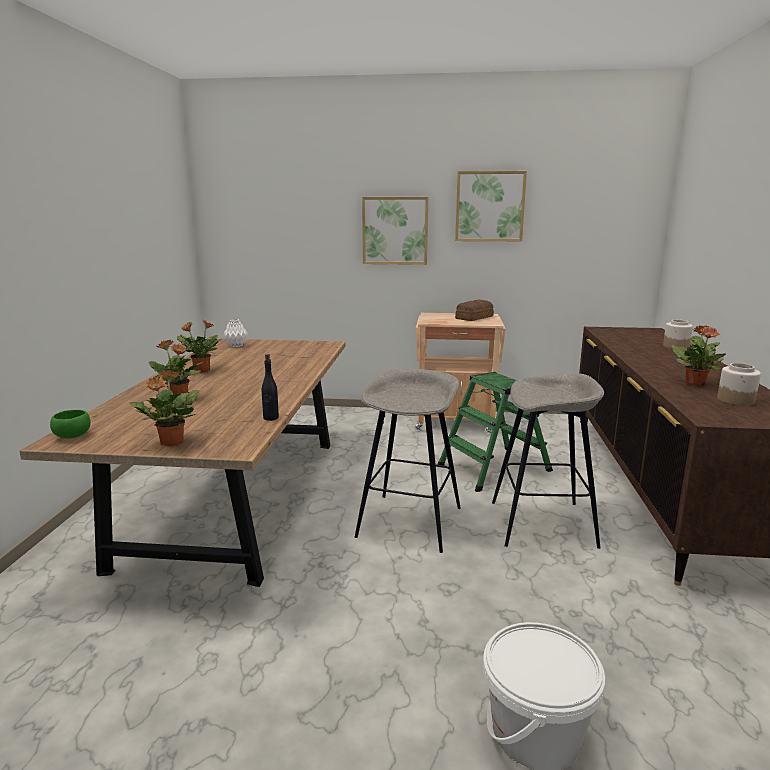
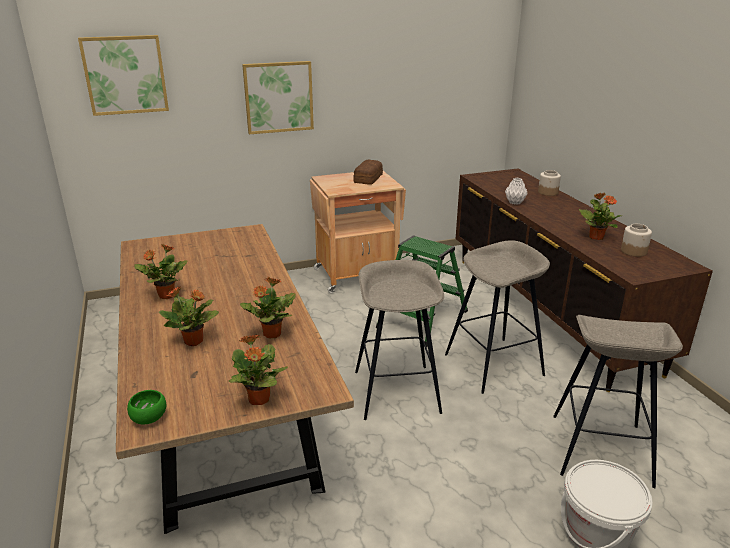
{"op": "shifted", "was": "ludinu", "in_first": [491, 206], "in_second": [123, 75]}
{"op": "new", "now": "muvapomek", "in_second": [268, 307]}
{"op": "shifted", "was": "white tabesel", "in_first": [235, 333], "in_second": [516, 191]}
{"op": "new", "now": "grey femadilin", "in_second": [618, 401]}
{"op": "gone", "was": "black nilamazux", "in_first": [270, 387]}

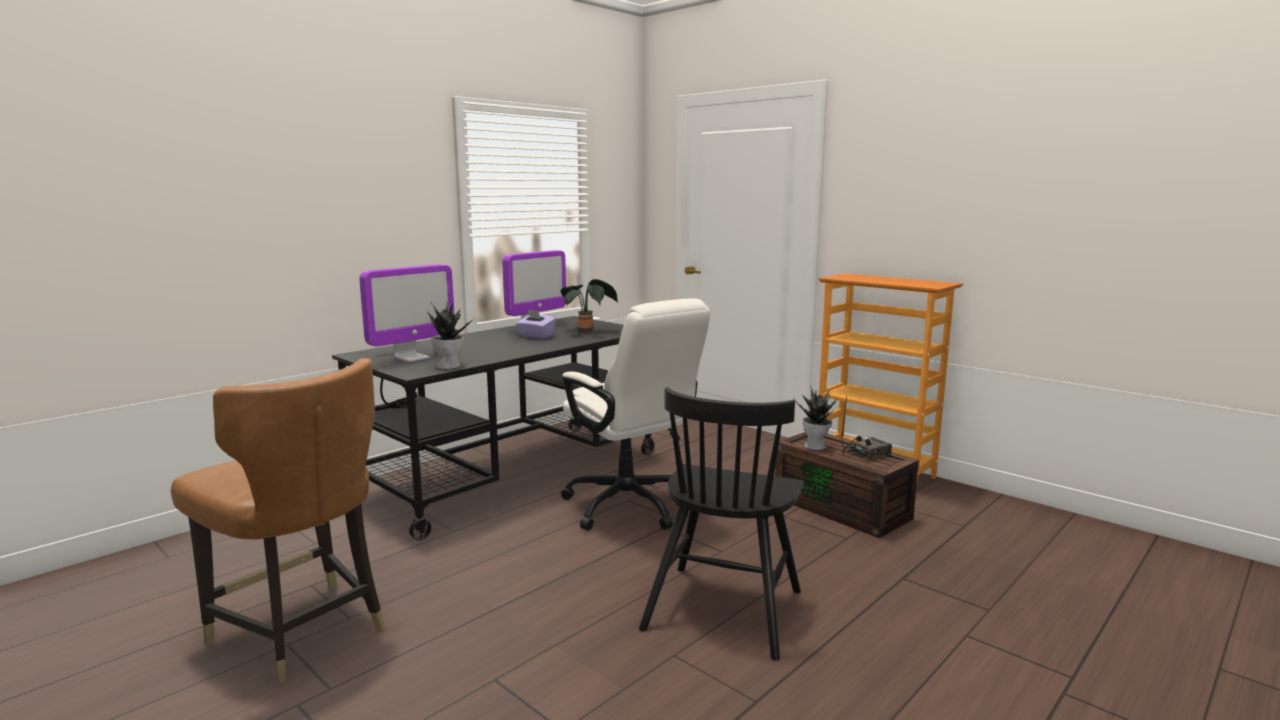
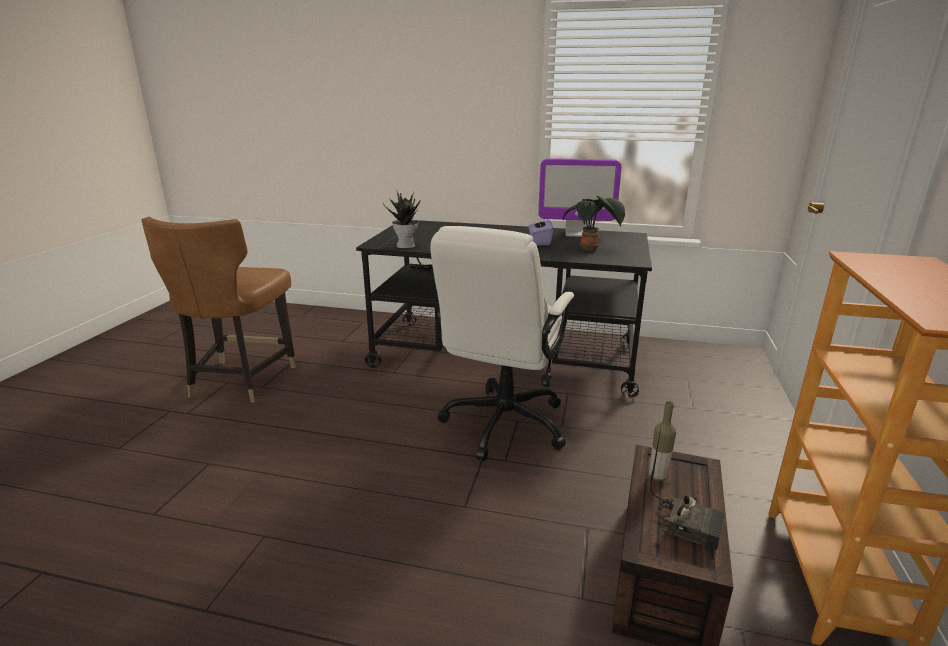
{"op": "swapped", "was": "muvapomek", "now": "nilamazux", "in_first": [816, 417], "in_second": [662, 441]}
{"op": "gone", "was": "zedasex", "in_first": [407, 313]}
{"op": "gone", "was": "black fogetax", "in_first": [721, 524]}

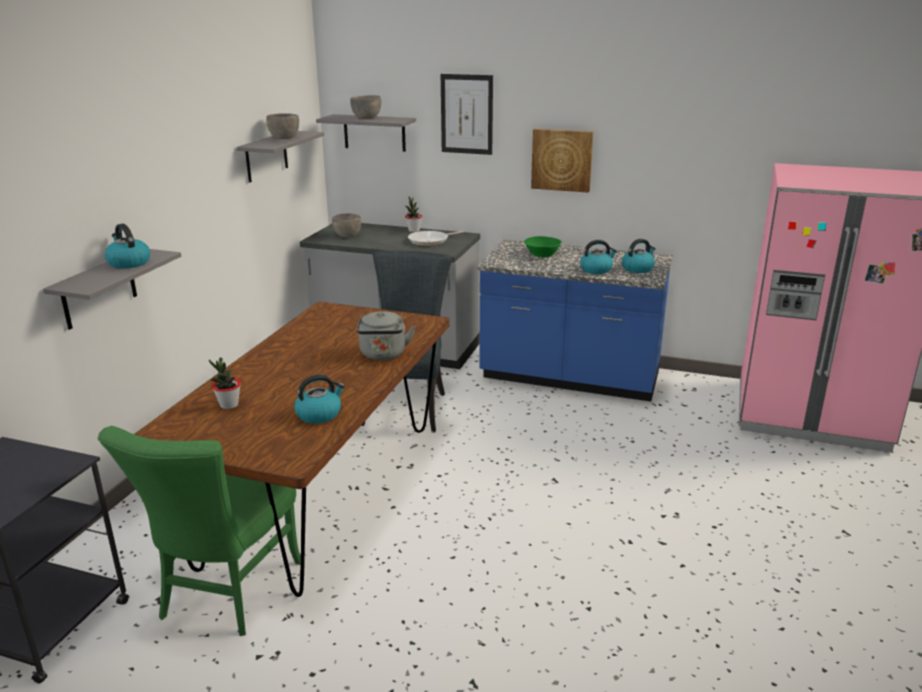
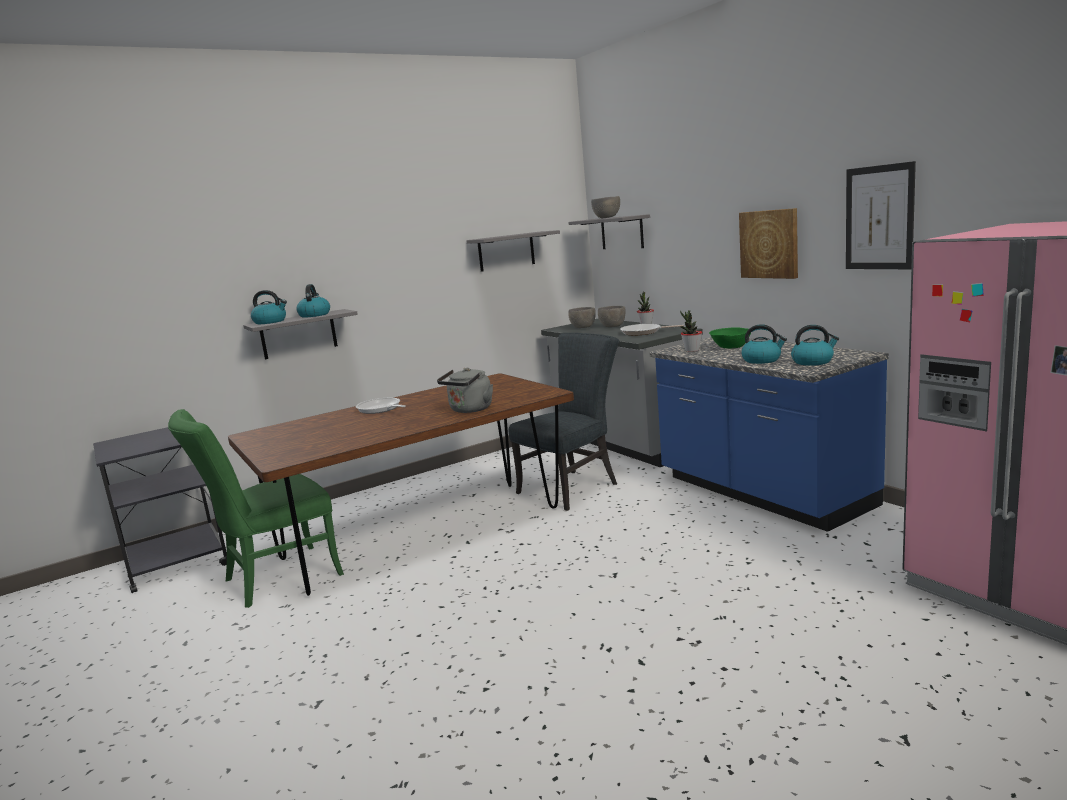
{"op": "shifted", "was": "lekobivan", "in_first": [319, 399], "in_second": [269, 307]}
{"op": "new", "now": "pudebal", "in_second": [381, 406]}
{"op": "shifted", "was": "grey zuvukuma", "in_first": [282, 126], "in_second": [612, 316]}
{"op": "shifted", "was": "muvapomek", "in_first": [225, 383], "in_second": [691, 331]}
{"op": "shifted", "was": "ludinu", "in_first": [467, 114], "in_second": [881, 215]}

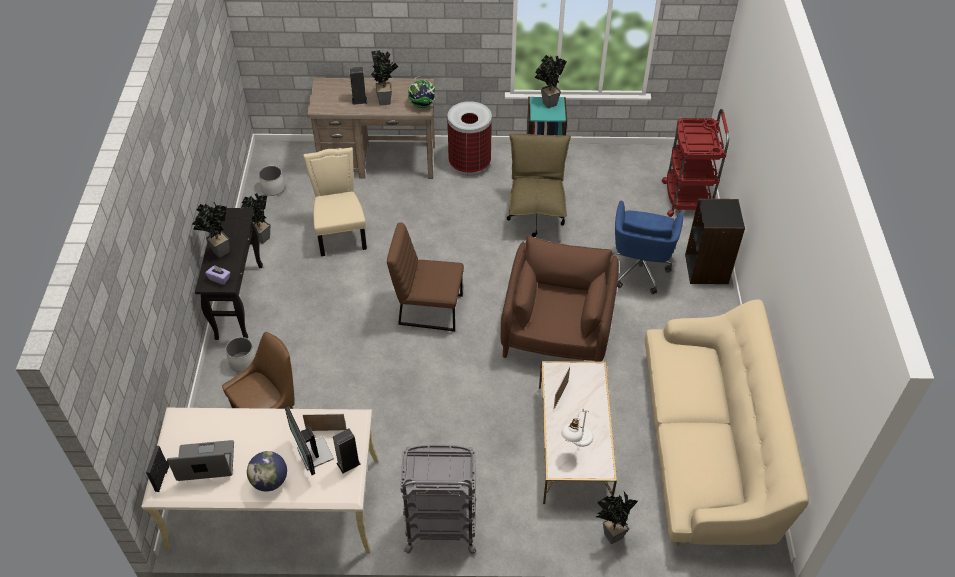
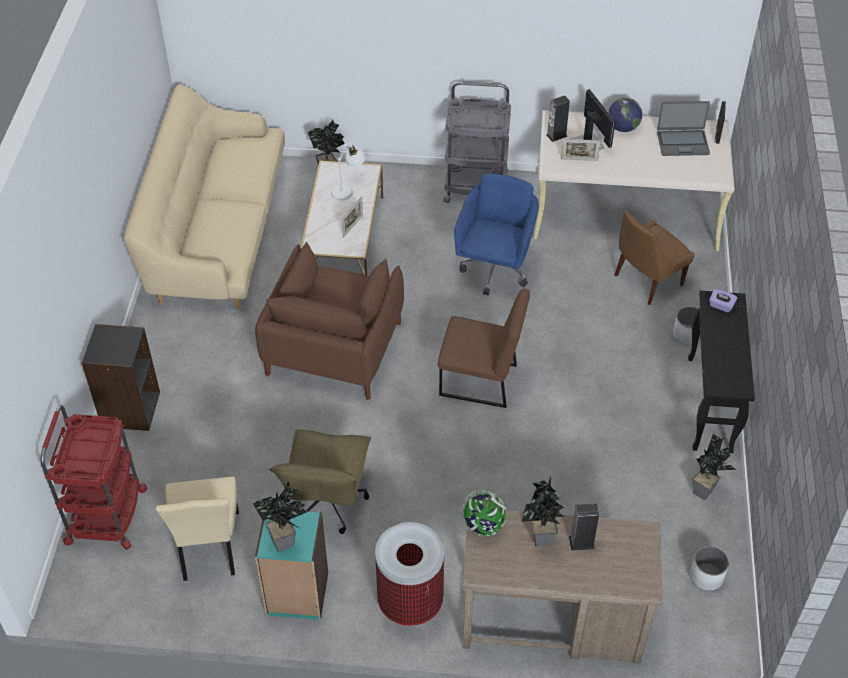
{"op": "shifted", "was": "beige fogetax", "in_first": [335, 202], "in_second": [197, 529]}
{"op": "shifted", "was": "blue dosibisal", "in_first": [648, 247], "in_second": [496, 234]}
{"op": "gone", "was": "muvapomek", "in_first": [211, 230]}

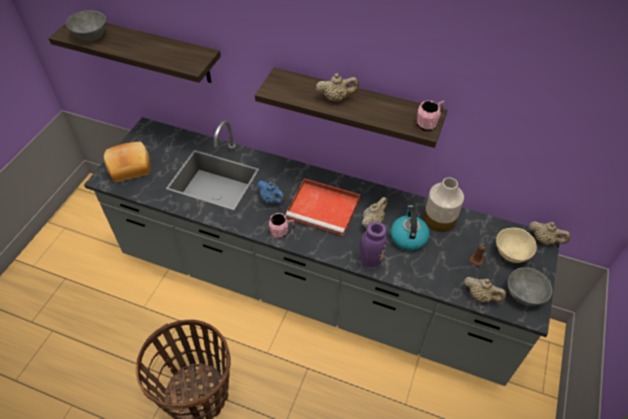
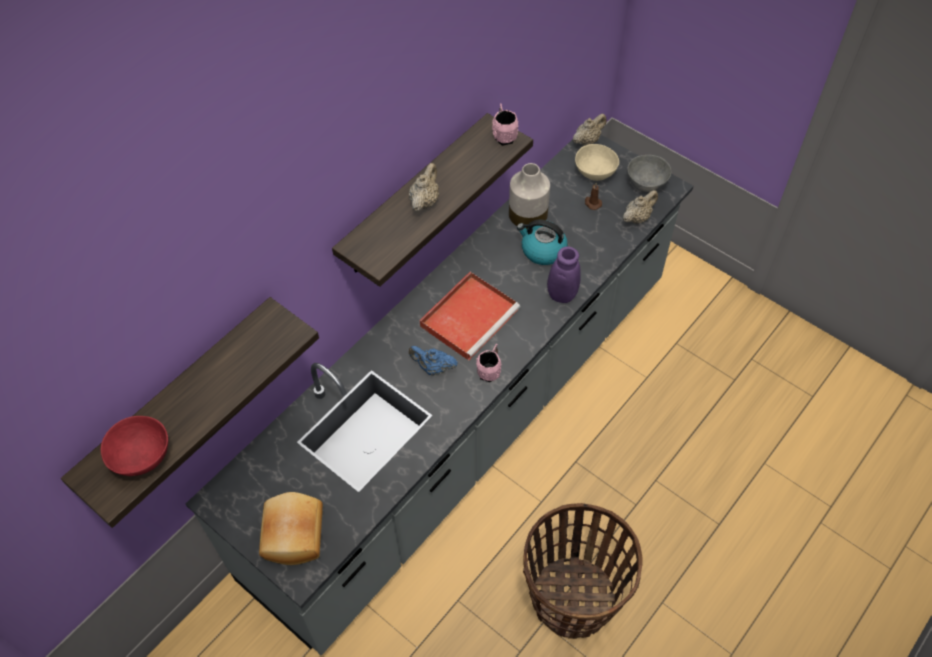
{"op": "repainted", "was": "grey zuvukuma", "now": "red zuvukuma", "in_first": [86, 25], "in_second": [134, 446]}
{"op": "rotated", "was": "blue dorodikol", "in_first": [271, 192], "in_second": [433, 361], "clockwise": -135}
{"op": "gone", "was": "beige dorodikol", "in_first": [374, 212]}

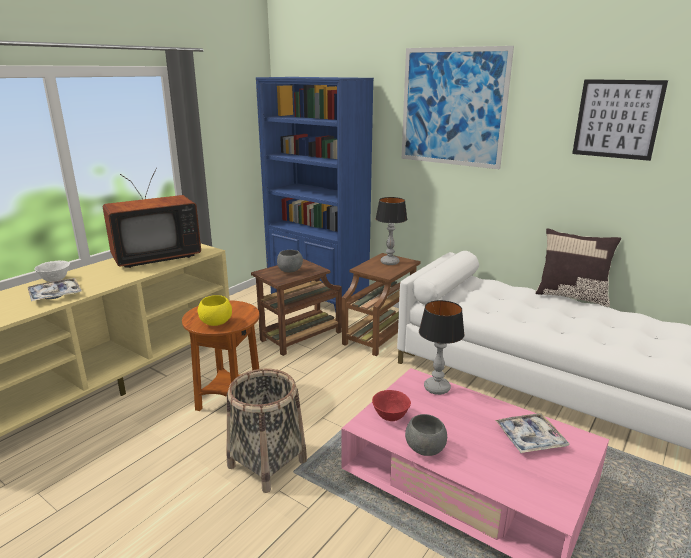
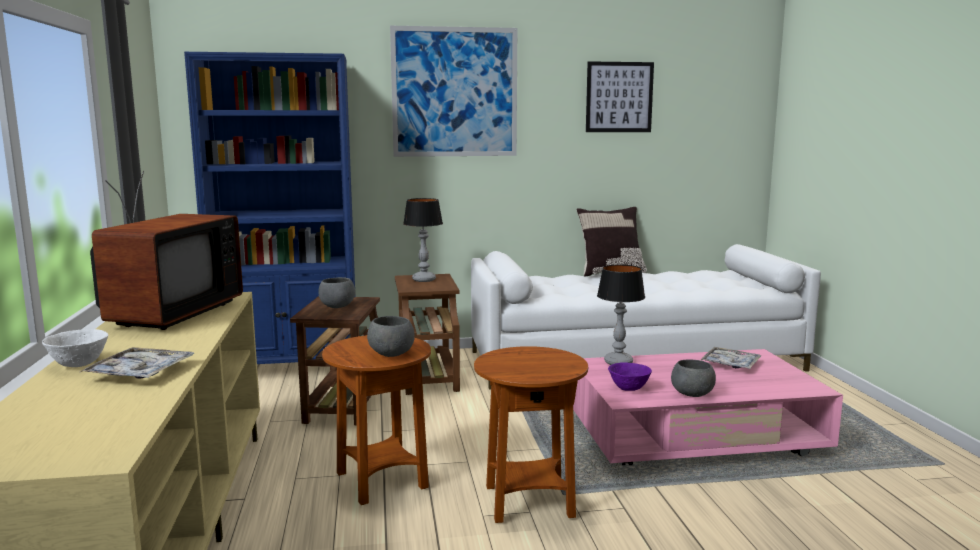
{"op": "repainted", "was": "yellow zuvukuma", "now": "grey zuvukuma", "in_first": [215, 310], "in_second": [391, 336]}
{"op": "swapped", "was": "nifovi", "now": "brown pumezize", "in_first": [267, 431], "in_second": [531, 434]}
{"op": "repainted", "was": "red zuvukuma", "now": "purple zuvukuma", "in_first": [391, 405], "in_second": [630, 376]}

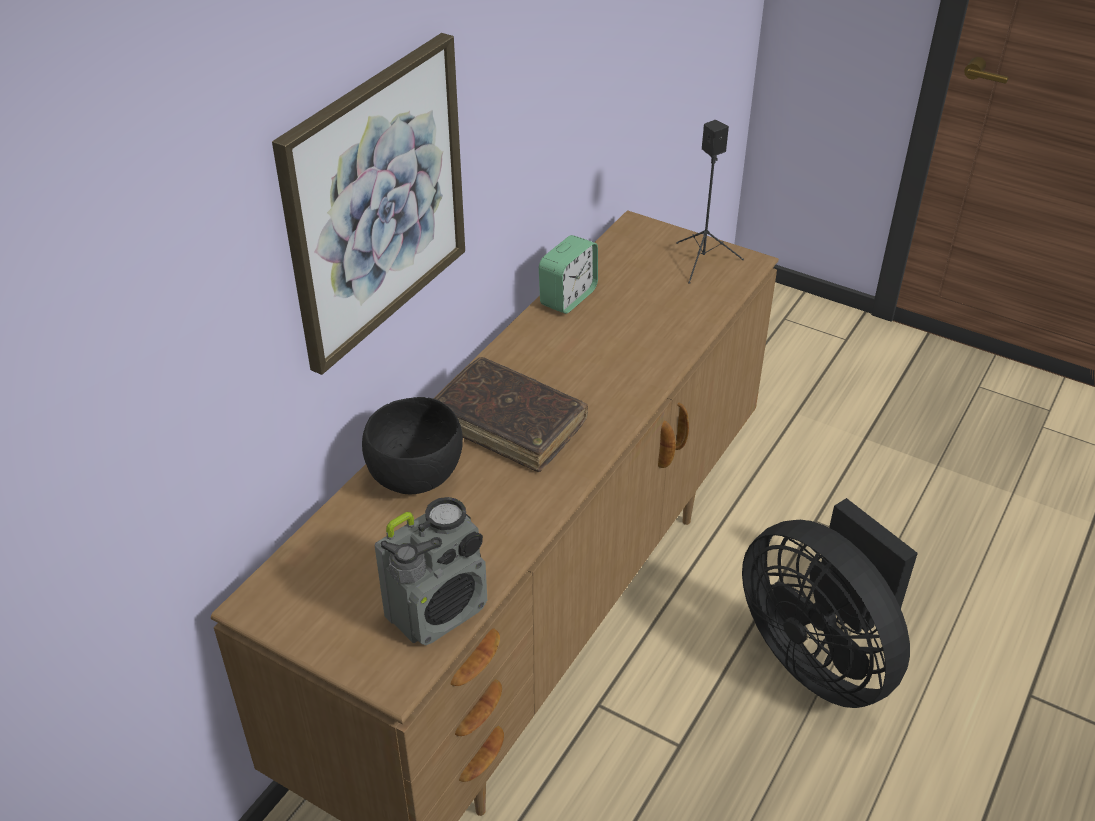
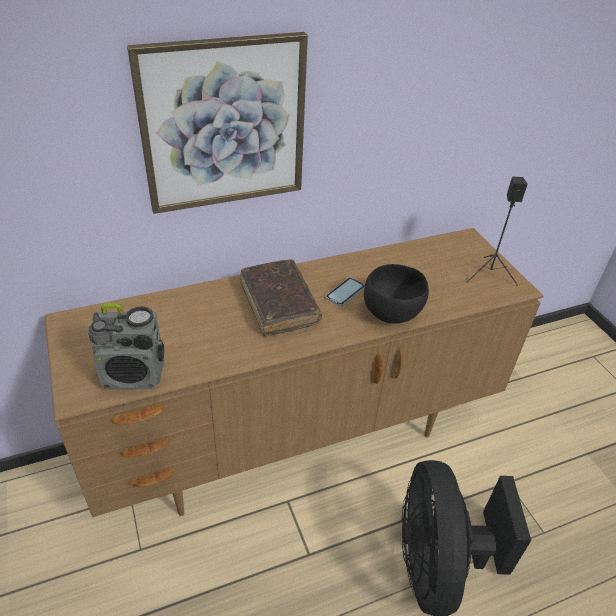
{"op": "new", "now": "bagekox", "in_second": [345, 292]}
{"op": "shifted", "was": "black zuvukuma", "in_first": [412, 445], "in_second": [396, 294]}
{"op": "gone", "was": "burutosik", "in_first": [568, 274]}

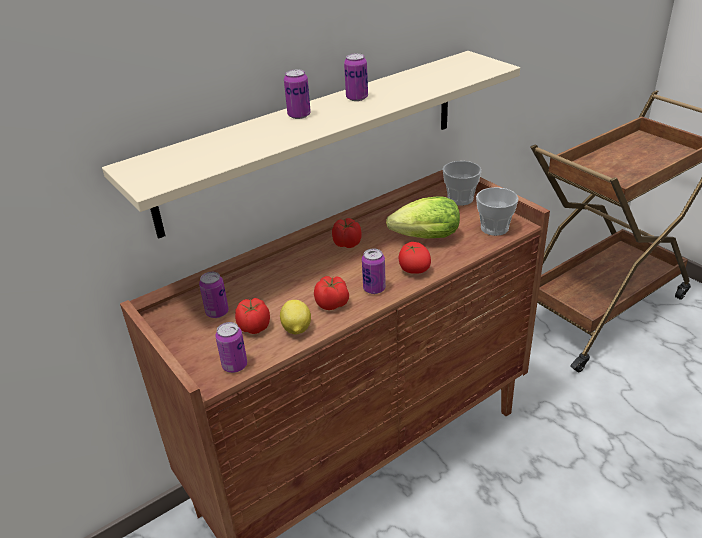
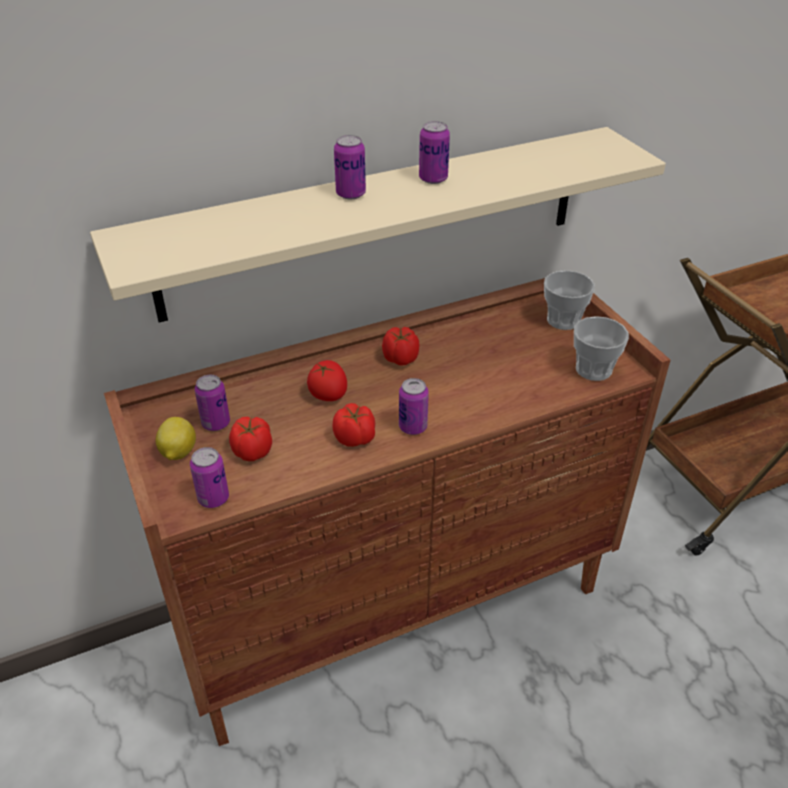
{"op": "shifted", "was": "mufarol", "in_first": [295, 317], "in_second": [176, 438]}
{"op": "shifted", "was": "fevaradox", "in_first": [415, 258], "in_second": [327, 380]}
{"op": "gone", "was": "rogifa", "in_first": [423, 218]}

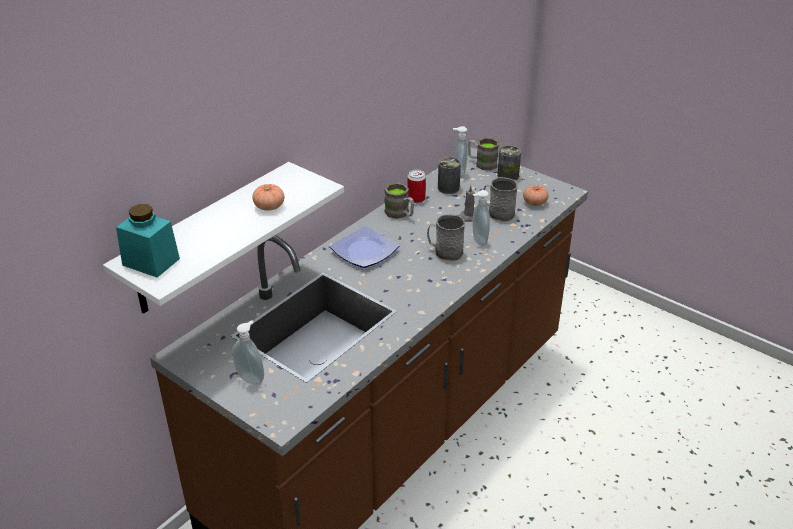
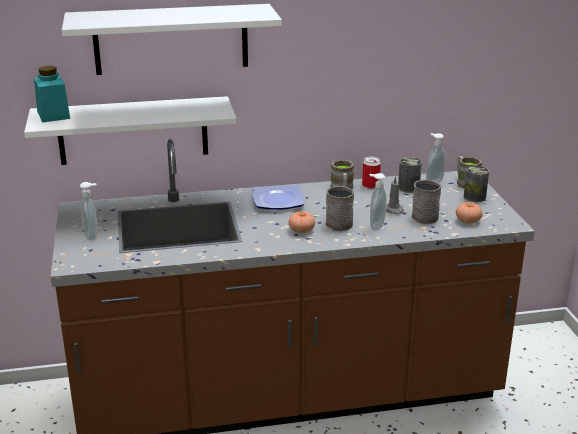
{"op": "new", "now": "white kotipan", "in_second": [172, 39]}
{"op": "shifted", "was": "fevaradox", "in_first": [268, 197], "in_second": [302, 222]}

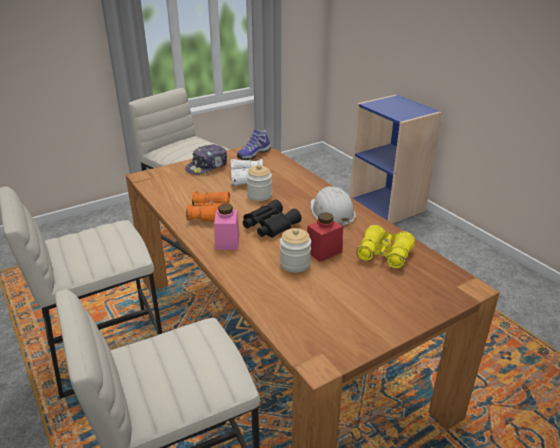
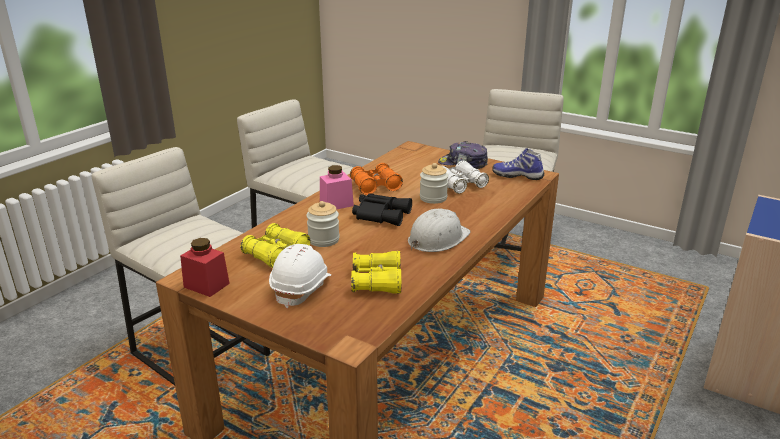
{"op": "shifted", "was": "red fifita", "in_first": [325, 237], "in_second": [205, 267]}
{"op": "new", "now": "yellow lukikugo", "in_second": [275, 245]}
{"op": "new", "now": "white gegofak", "in_second": [300, 276]}

